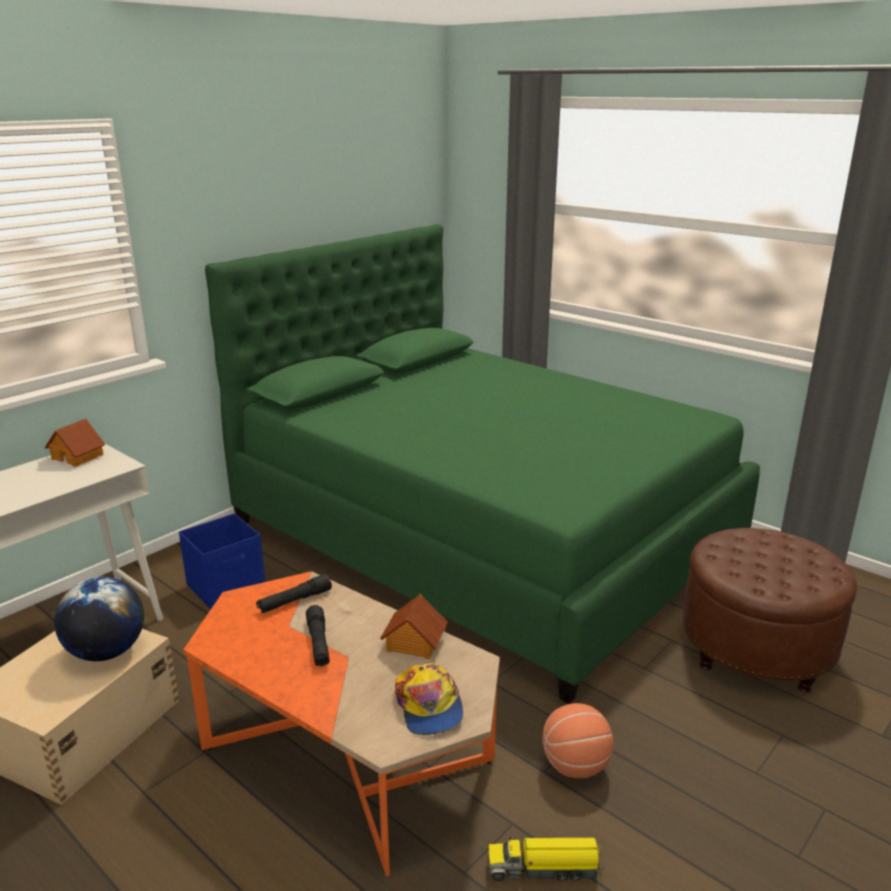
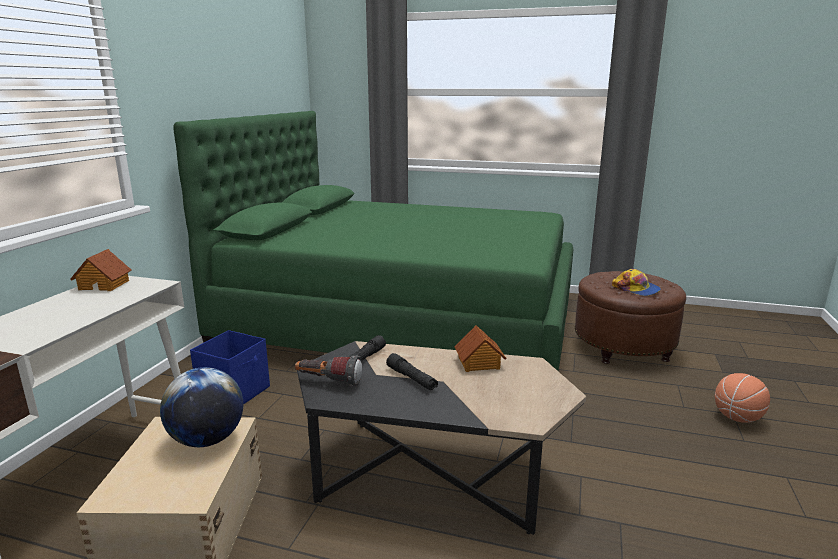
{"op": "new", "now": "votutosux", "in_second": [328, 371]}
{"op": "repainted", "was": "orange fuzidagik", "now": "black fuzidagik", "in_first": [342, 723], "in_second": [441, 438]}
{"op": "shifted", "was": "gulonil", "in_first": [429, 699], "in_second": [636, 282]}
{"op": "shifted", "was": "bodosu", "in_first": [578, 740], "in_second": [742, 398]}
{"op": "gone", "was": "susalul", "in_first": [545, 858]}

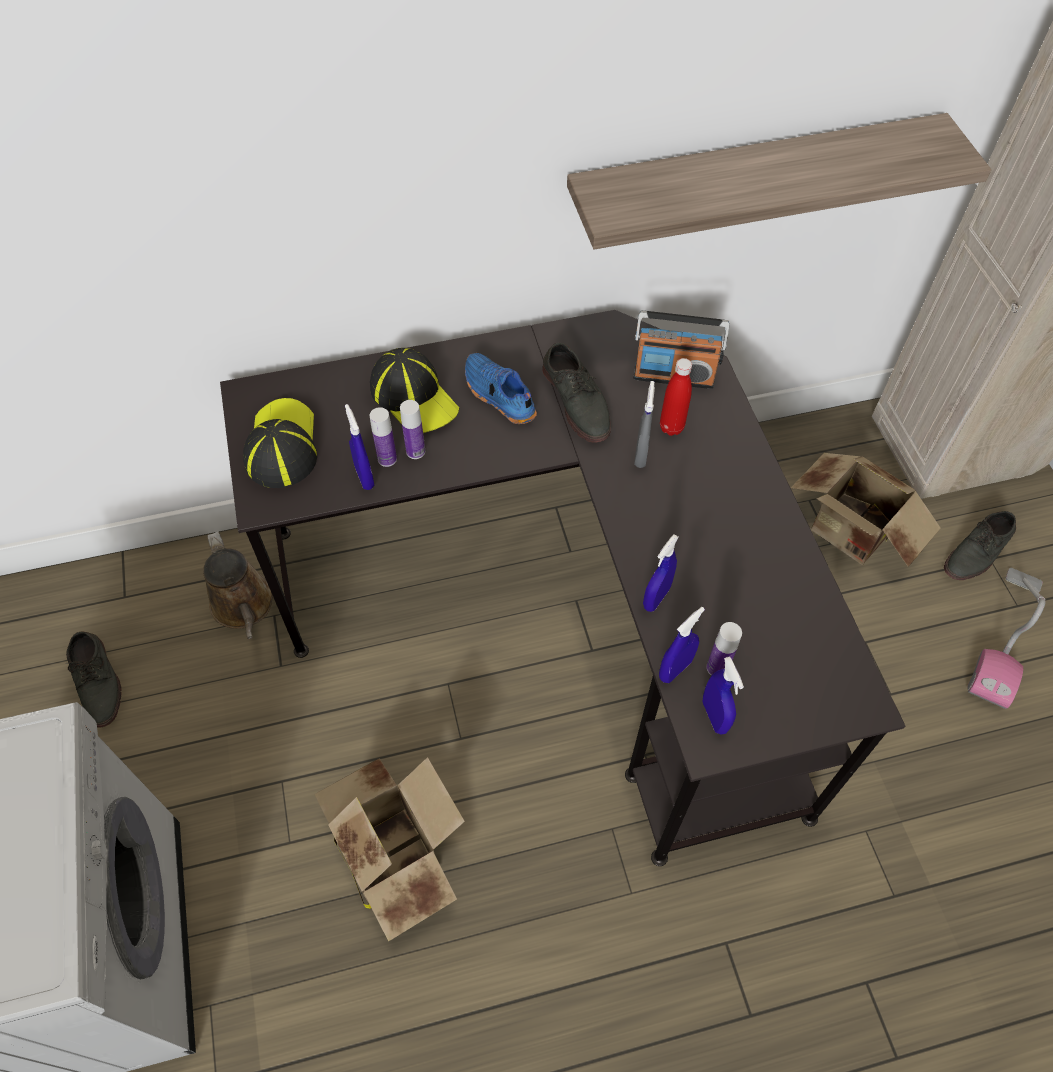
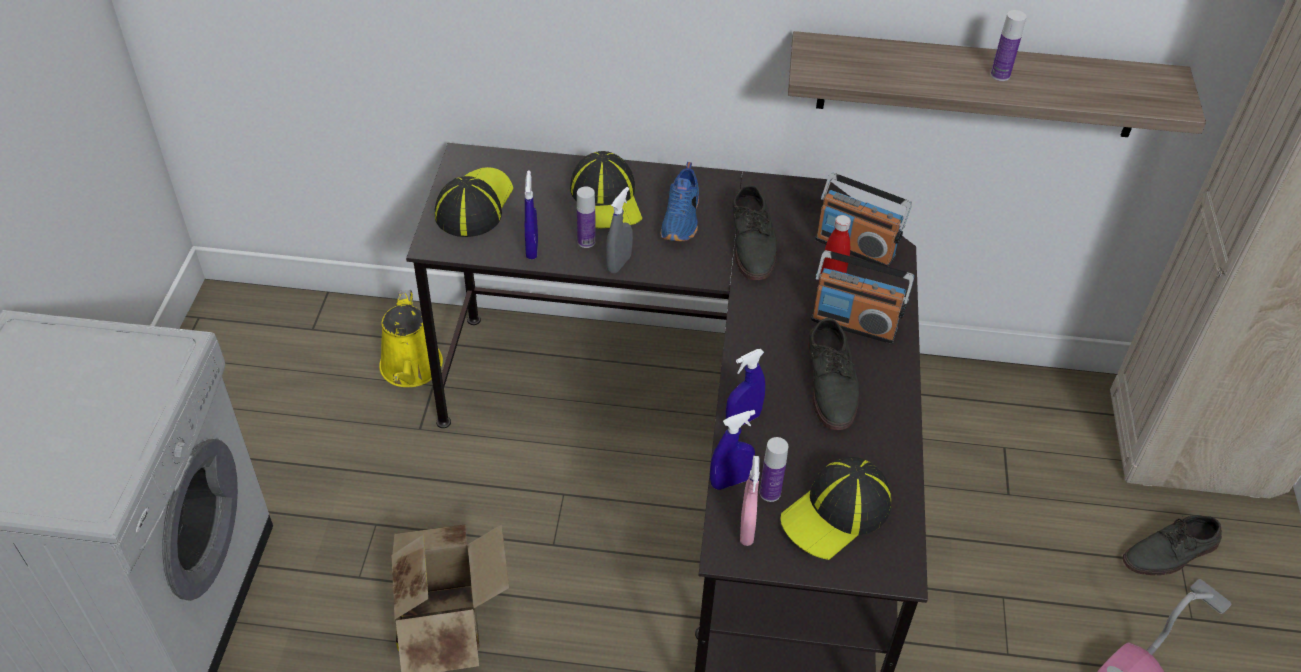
{"op": "repainted", "was": "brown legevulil", "now": "yellow legevulil", "in_first": [238, 585], "in_second": [411, 338]}
{"op": "shifted", "was": "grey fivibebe", "in_first": [644, 424], "in_second": [619, 230]}
{"op": "rotated", "was": "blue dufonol", "in_first": [501, 388], "in_second": [680, 201], "clockwise": -150}
{"op": "repainted", "was": "blue fivibebe", "now": "pink fivibebe", "in_first": [723, 696], "in_second": [750, 501]}
{"op": "new", "now": "gulonil", "in_second": [836, 508]}
{"op": "shifted", "was": "grey dufonol", "in_first": [93, 679], "in_second": [833, 374]}
{"op": "new", "now": "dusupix", "in_second": [862, 297]}
{"op": "shifted", "was": "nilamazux", "in_first": [383, 437], "in_second": [1009, 45]}
{"op": "gone", "was": "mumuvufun", "in_first": [866, 510]}

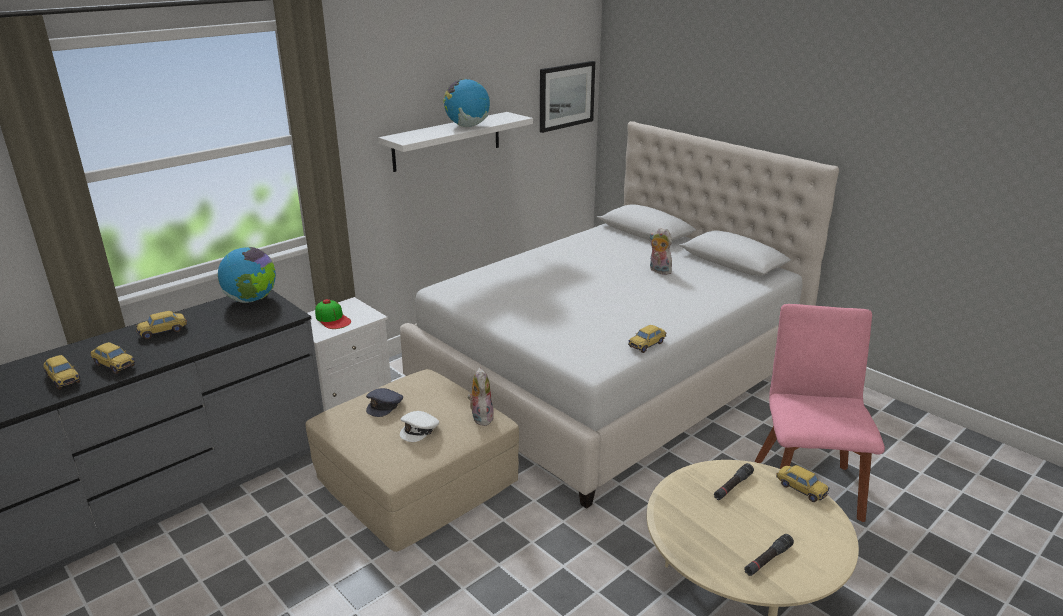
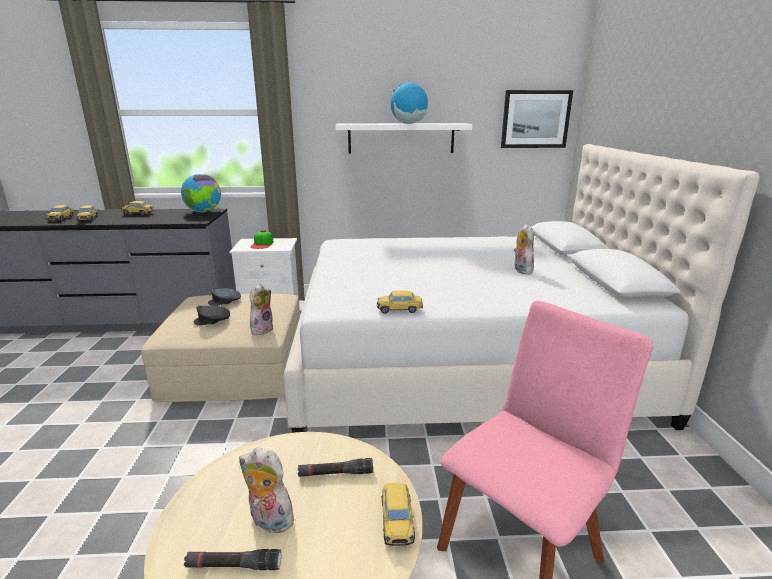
{"op": "repainted", "was": "white gulonil", "now": "black gulonil", "in_first": [419, 426], "in_second": [212, 316]}
{"op": "new", "now": "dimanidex", "in_second": [266, 490]}

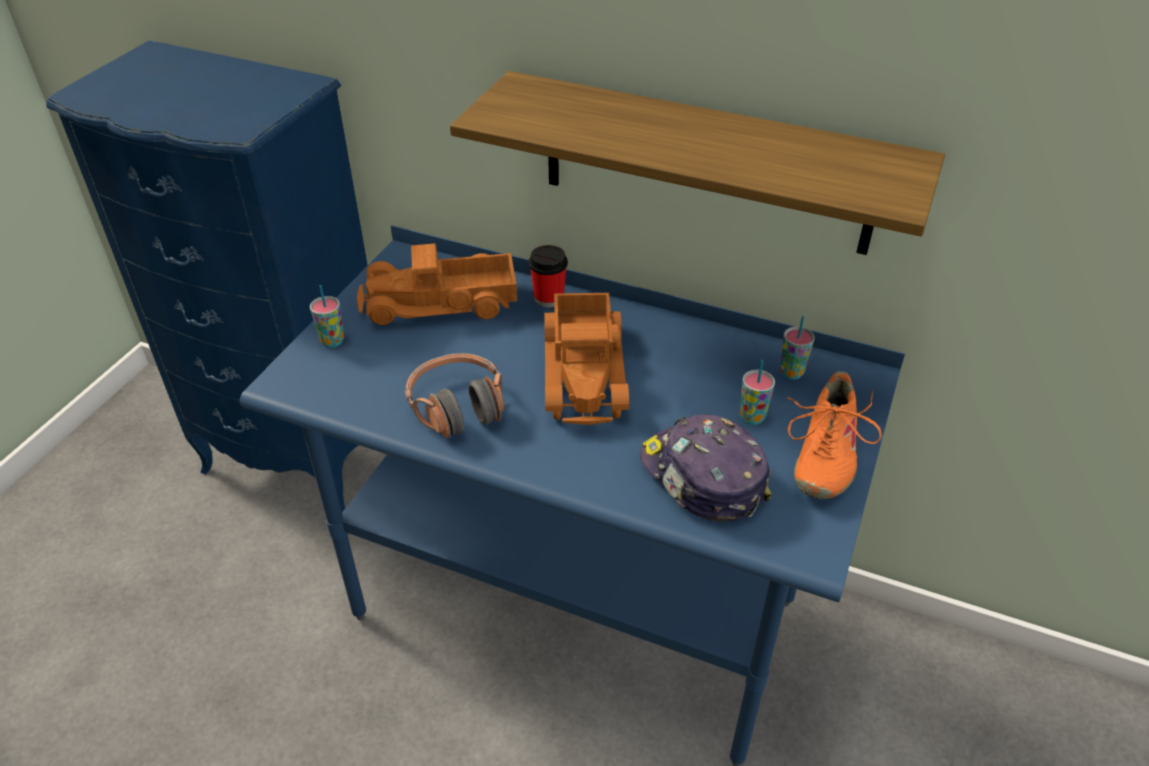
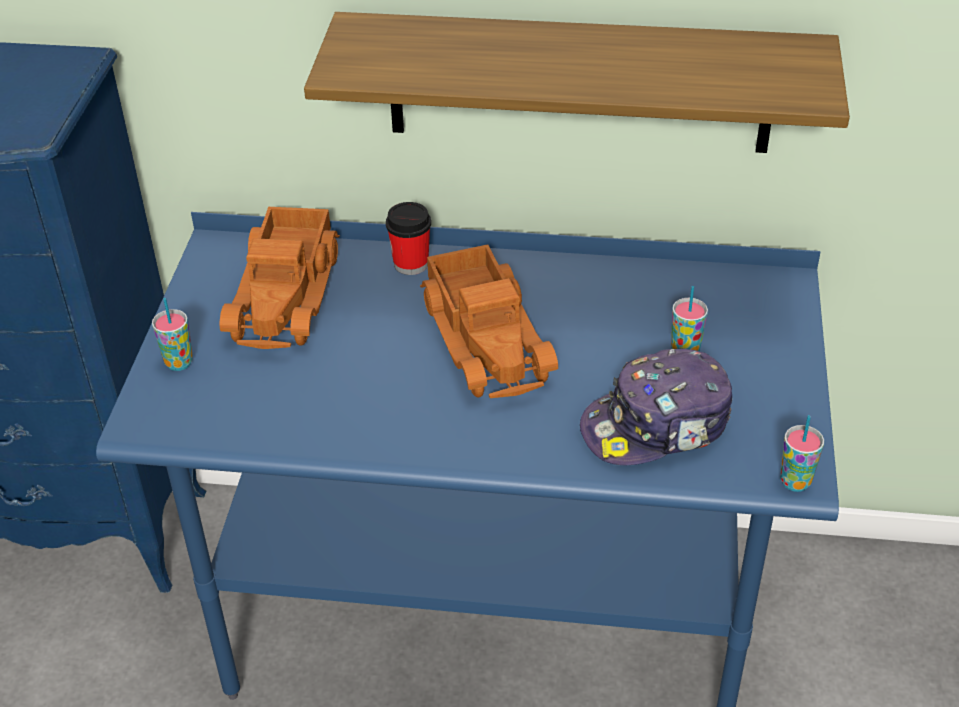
{"op": "rotated", "was": "susalul", "in_first": [437, 284], "in_second": [279, 278], "clockwise": -60}
{"op": "rotated", "was": "gulonil", "in_first": [706, 468], "in_second": [656, 407], "clockwise": -60}
{"op": "shifted", "was": "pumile", "in_first": [797, 348], "in_second": [802, 453]}
{"op": "gone", "was": "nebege", "in_first": [454, 396]}
{"op": "gone", "was": "orange dufonol", "in_first": [834, 435]}

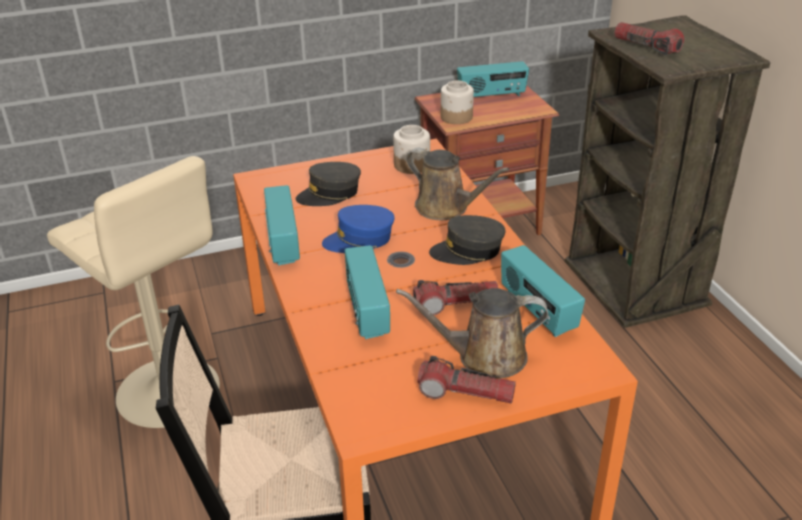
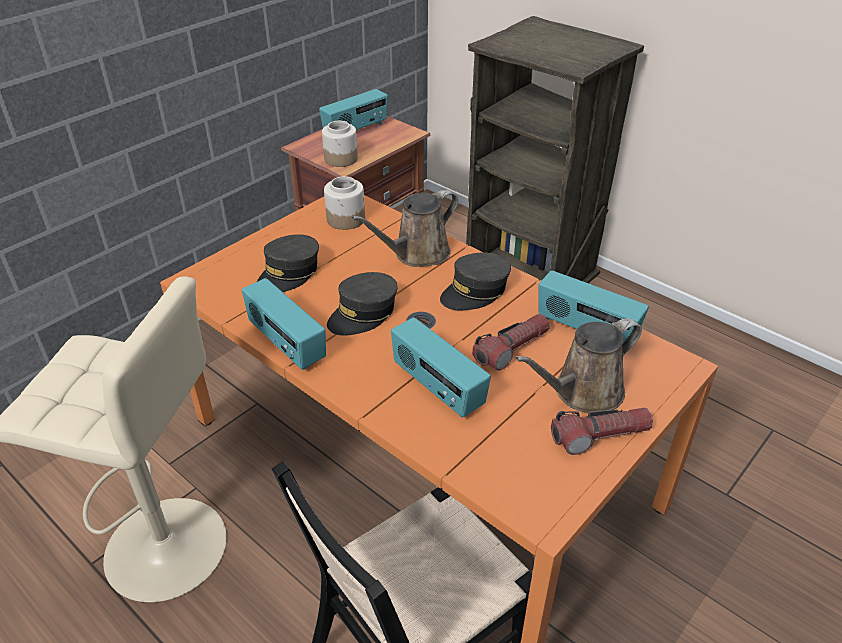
{"op": "repainted", "was": "blue gulonil", "now": "grey gulonil", "in_first": [358, 229], "in_second": [362, 304]}
{"op": "rotated", "was": "brown legevulil", "in_first": [458, 184], "in_second": [405, 228], "clockwise": 135}
{"op": "gone", "was": "votutosux", "in_first": [649, 38]}

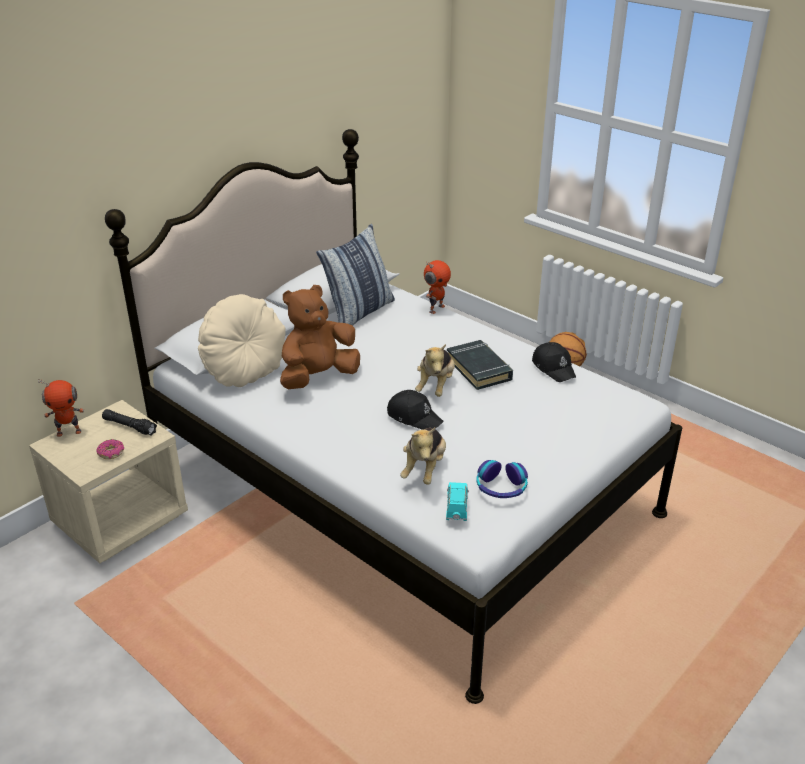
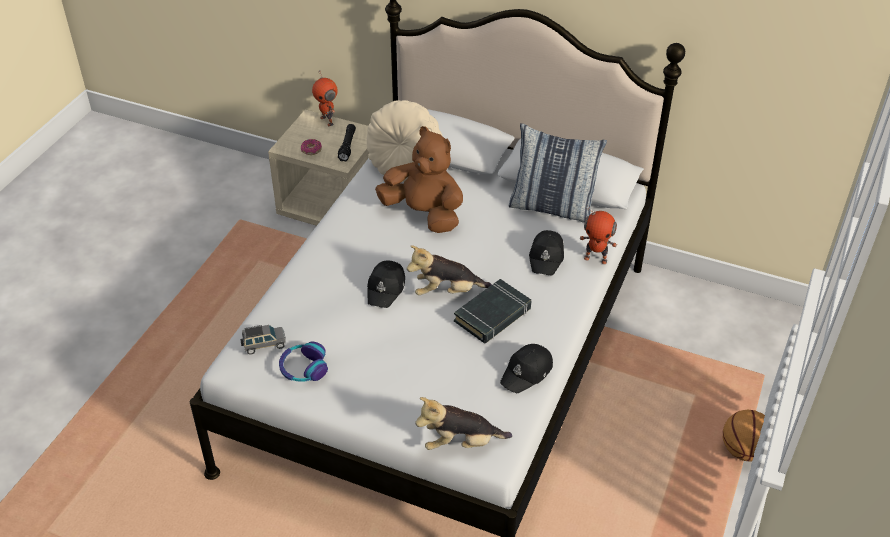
{"op": "repainted", "was": "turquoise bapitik", "now": "grey bapitik", "in_first": [457, 501], "in_second": [263, 340]}
{"op": "shifted", "was": "dimanidex", "in_first": [423, 456], "in_second": [463, 423]}
{"op": "new", "now": "black gulonil", "in_second": [546, 252]}

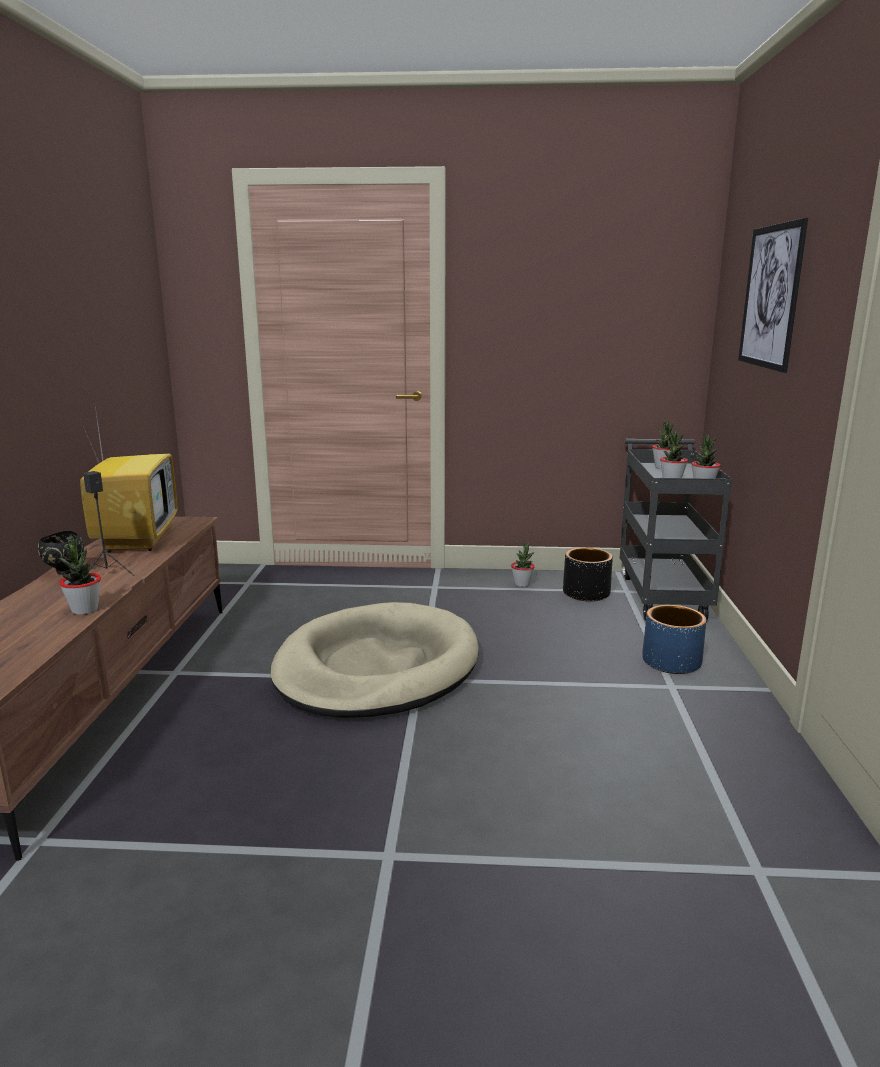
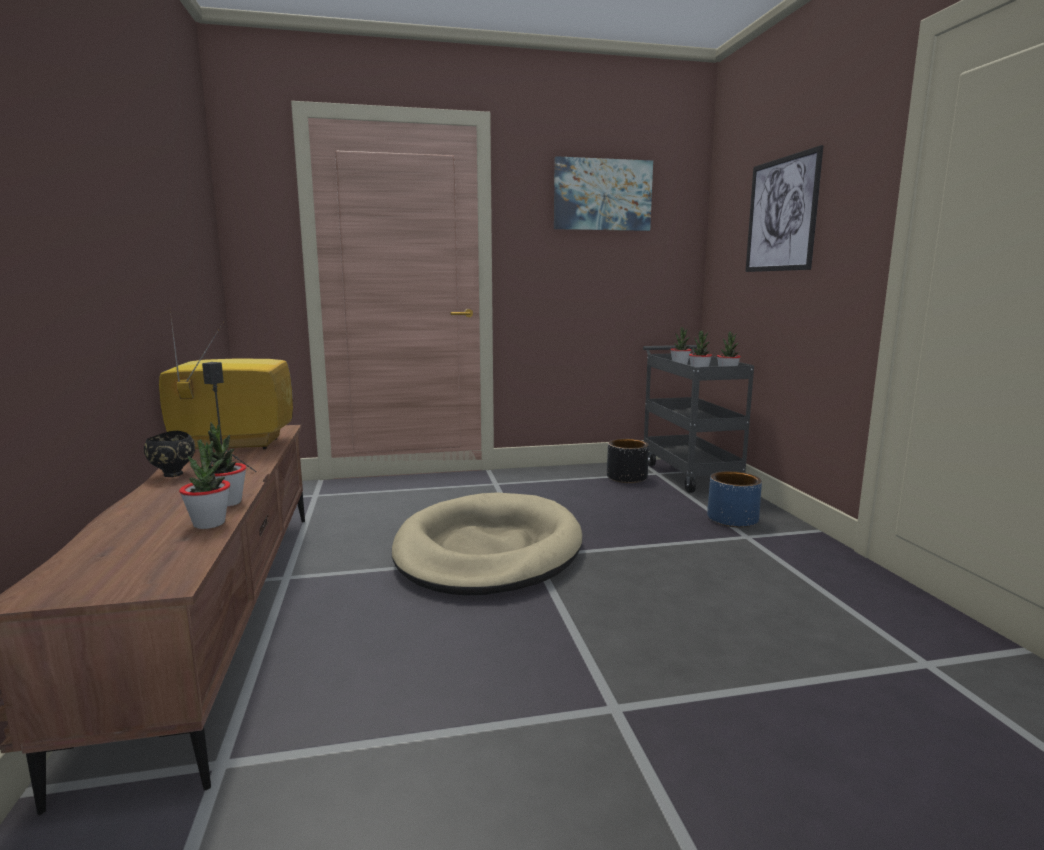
{"op": "rotated", "was": "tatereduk", "in_first": [129, 480], "in_second": [226, 380], "clockwise": -75}
{"op": "shifted", "was": "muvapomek", "in_first": [523, 564], "in_second": [204, 484]}
{"op": "new", "now": "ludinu", "in_second": [603, 193]}

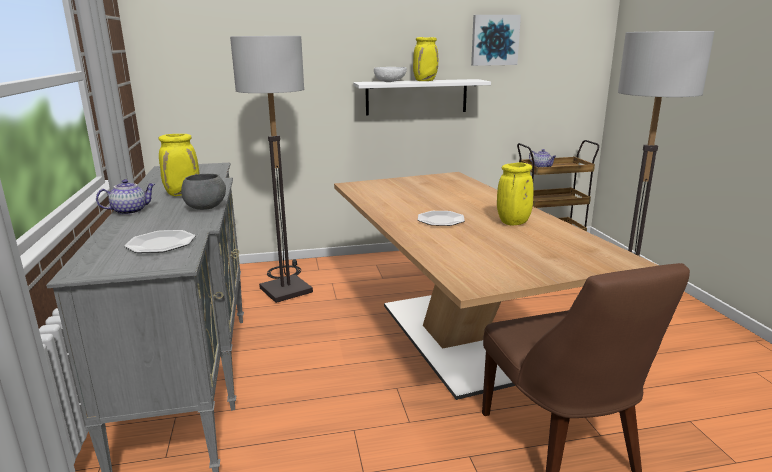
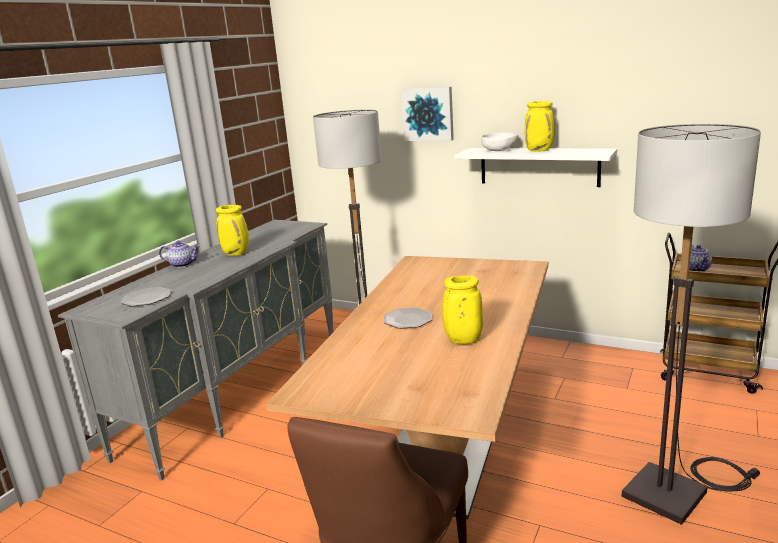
{"op": "shifted", "was": "ludinu", "in_first": [496, 40], "in_second": [427, 114]}
{"op": "gone", "was": "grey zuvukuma", "in_first": [203, 192]}

